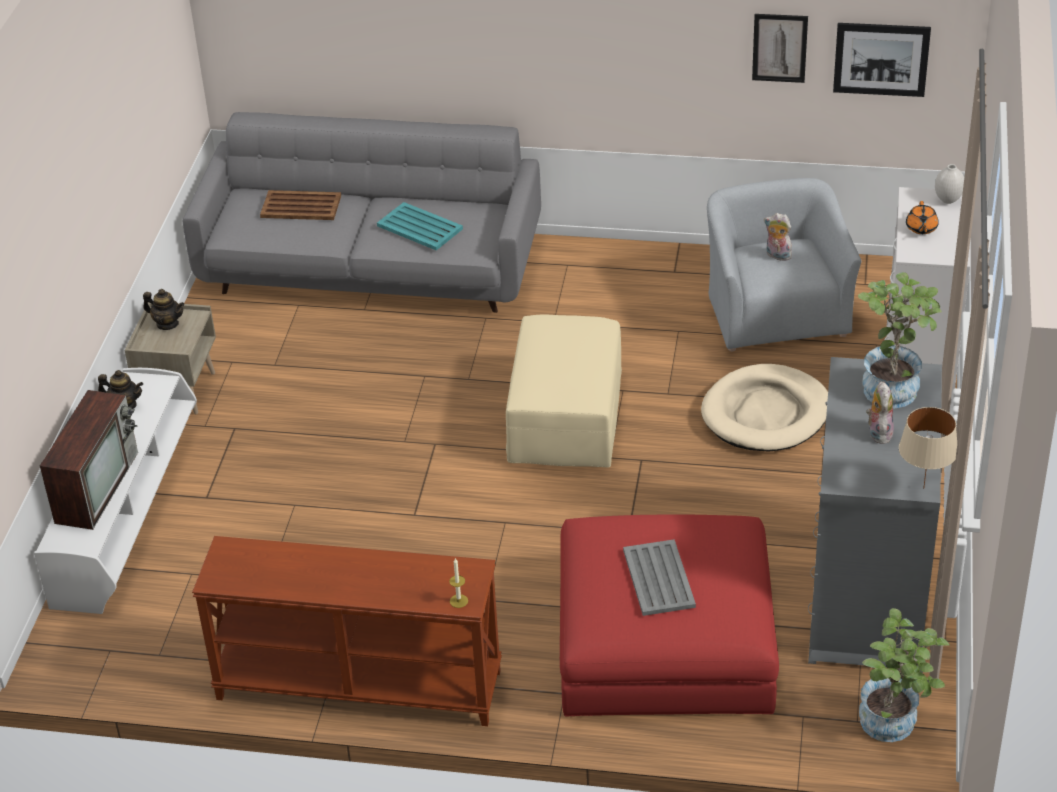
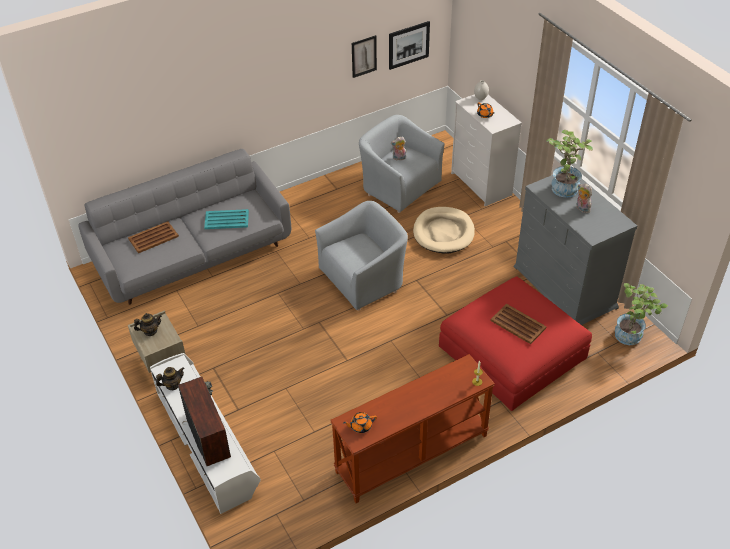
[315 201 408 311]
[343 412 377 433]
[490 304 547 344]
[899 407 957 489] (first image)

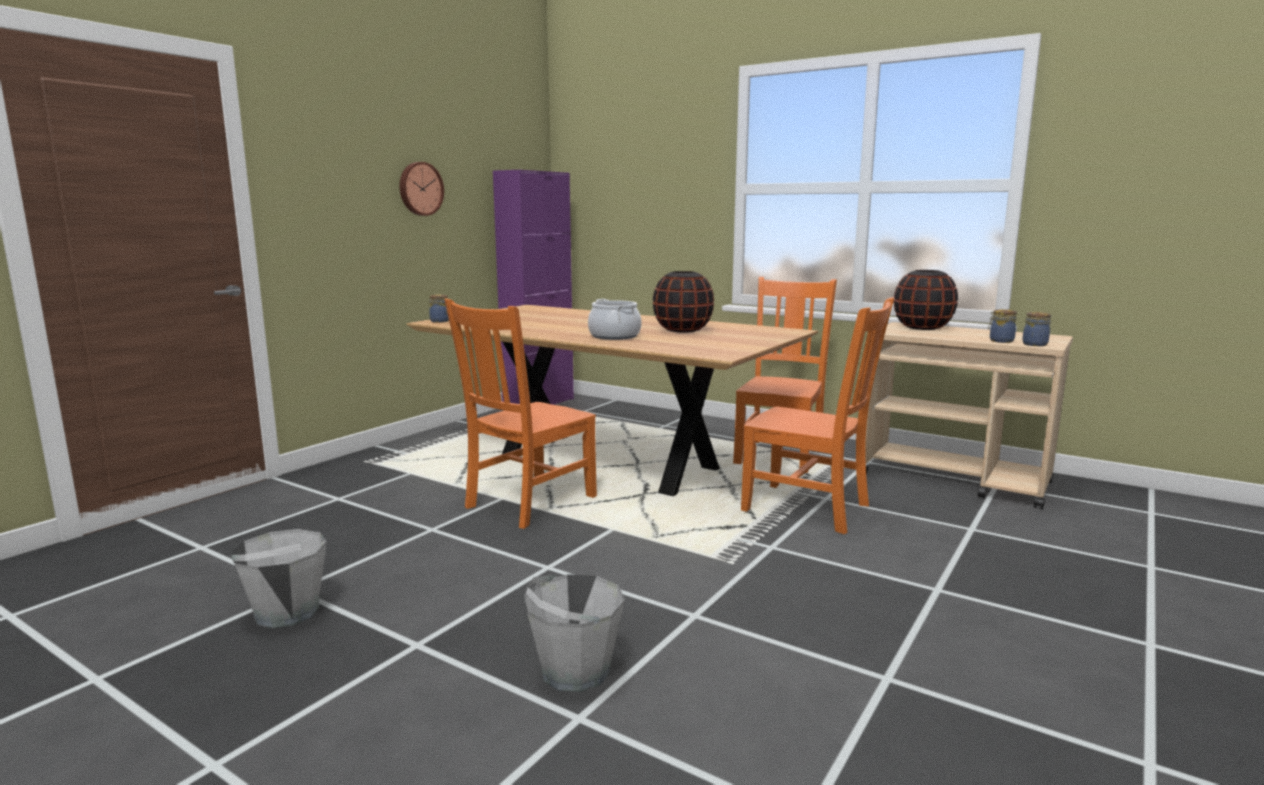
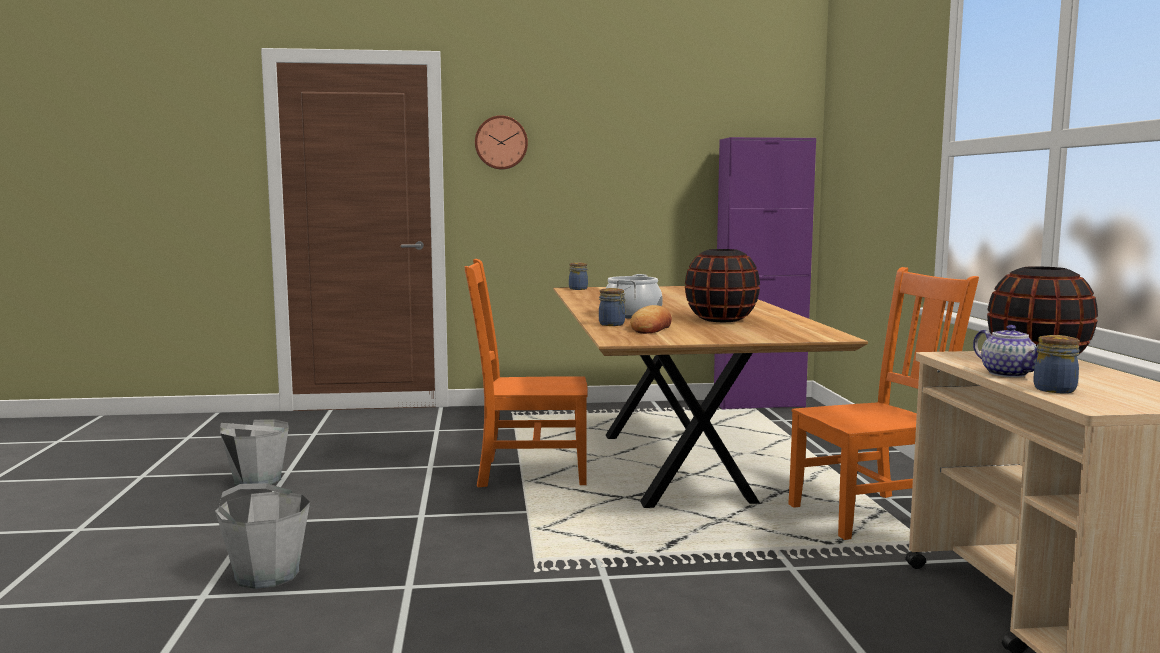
[475 115 528 169]
[599 288 626 326]
[630 305 672 334]
[973 325 1039 377]
[741 297 894 534] (first image)

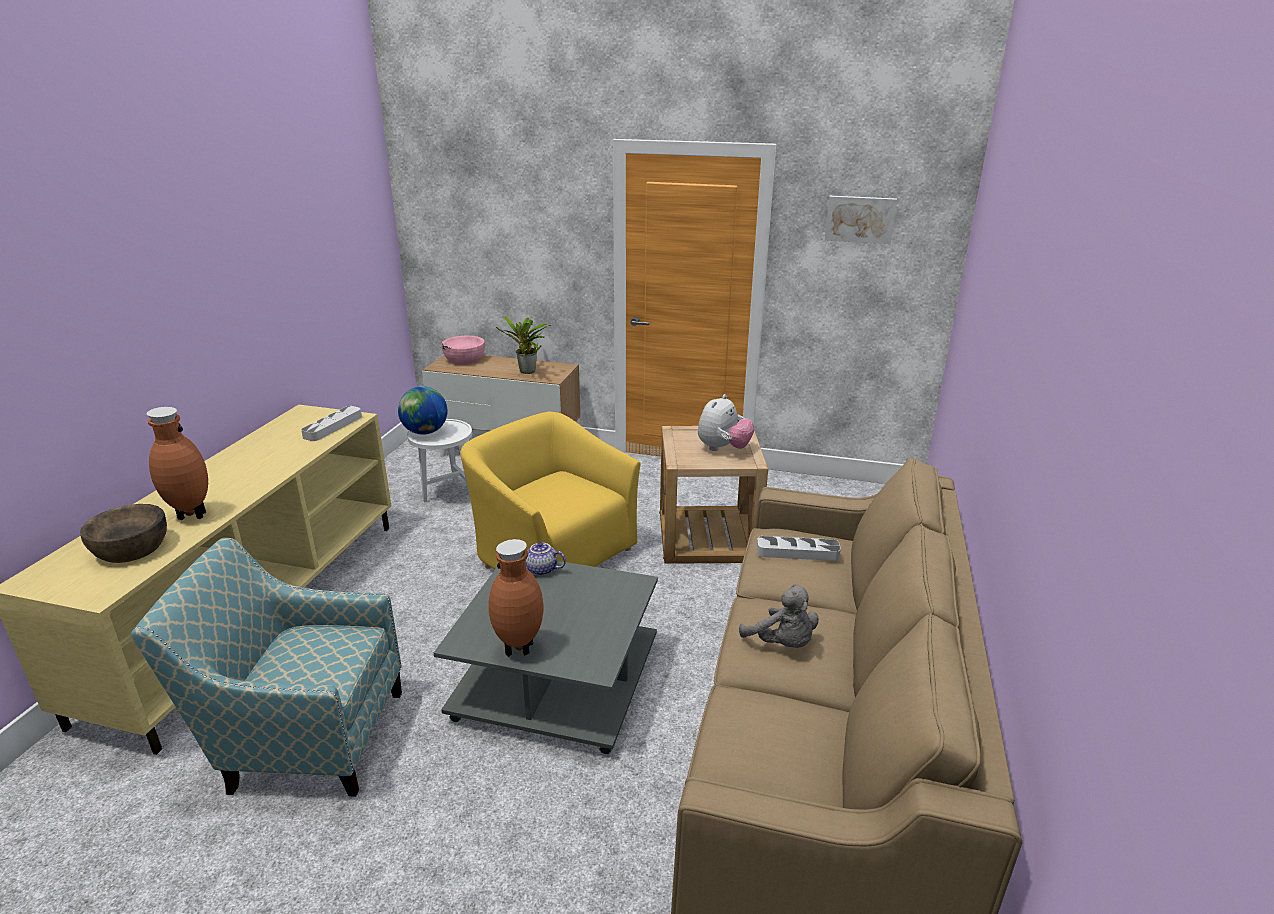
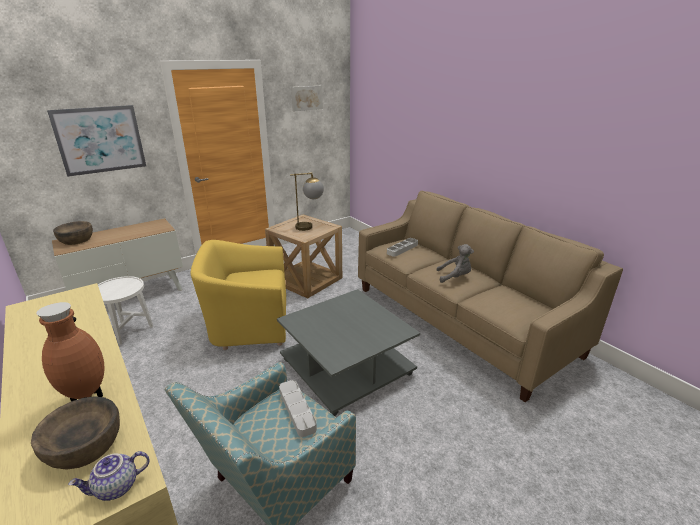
[47 105 146 177]
[53 221 93 245]
[68 451 149 501]
[279 380 317 437]
[290 173 324 231]
[398 386 447 435] (first image)
[489 539 543 657] (first image)
[496 316 551 374] (first image)

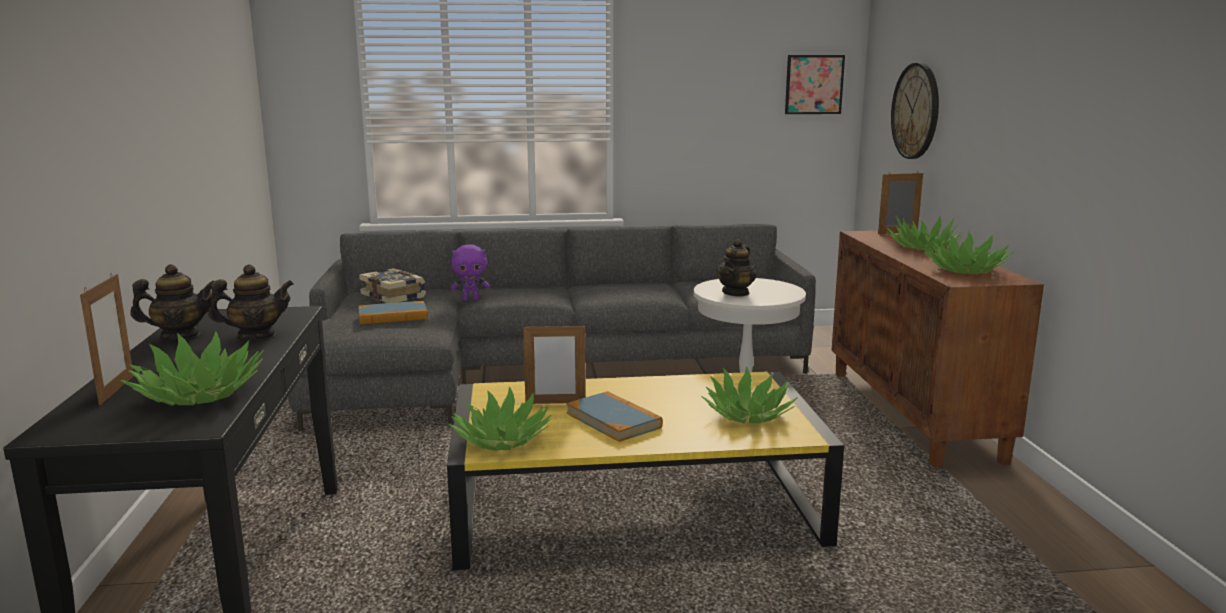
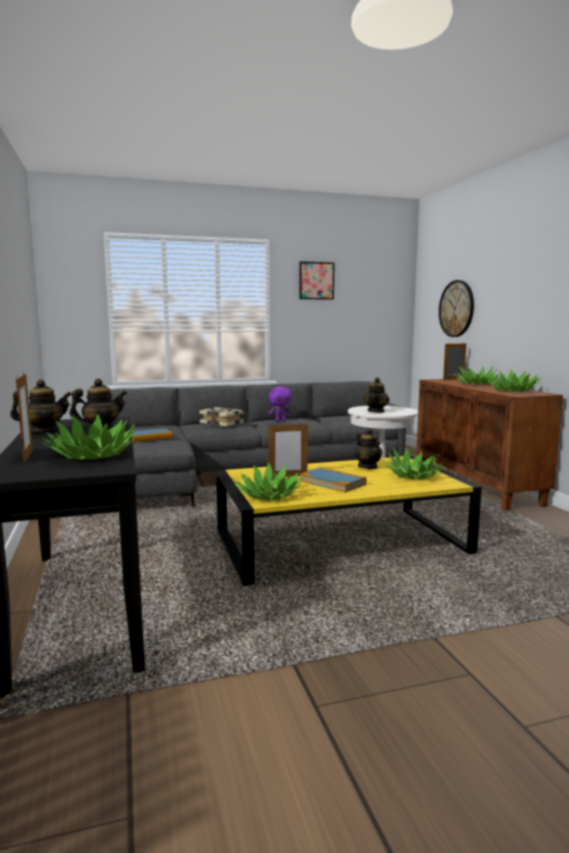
[199 407 244 427]
[269 386 292 421]
[299 261 335 300]
[354 428 382 469]

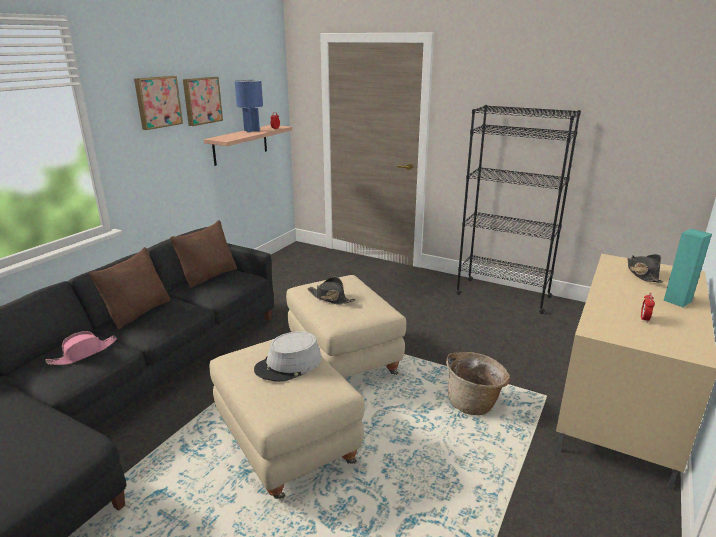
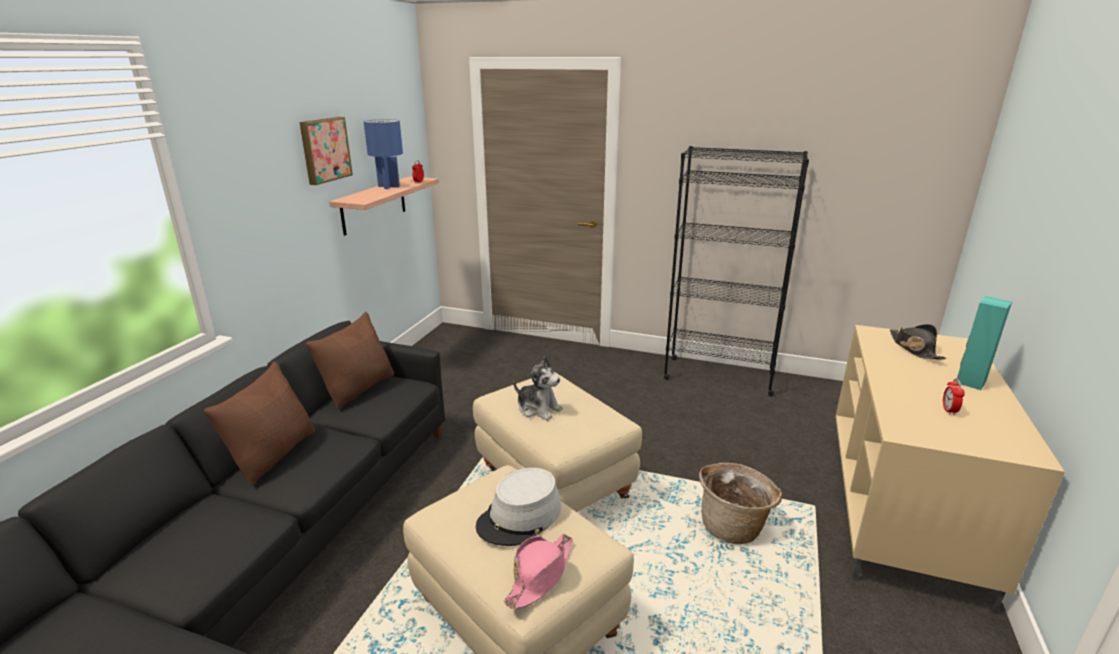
[504 534 573 610]
[513 357 563 421]
[134 76 183 130] (first image)

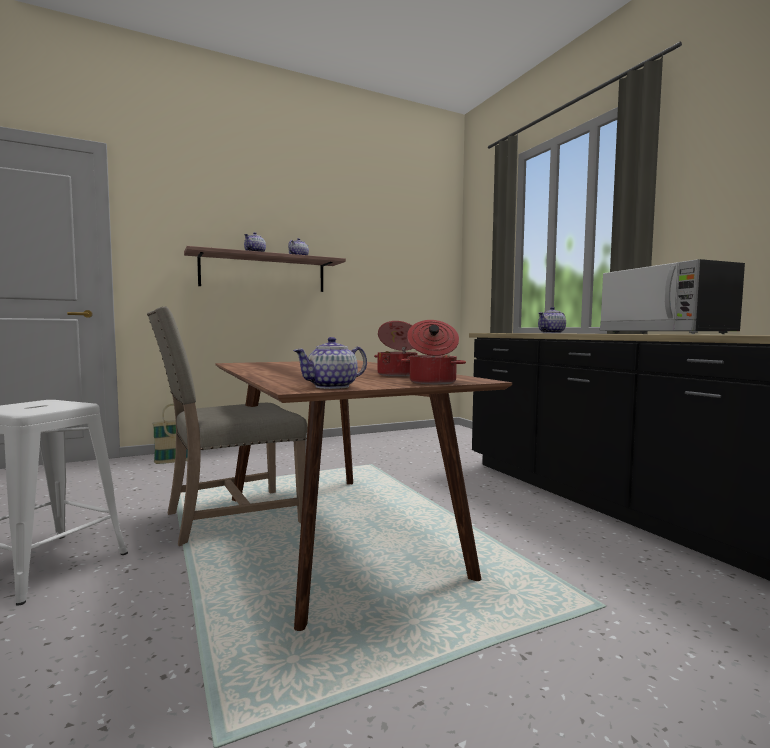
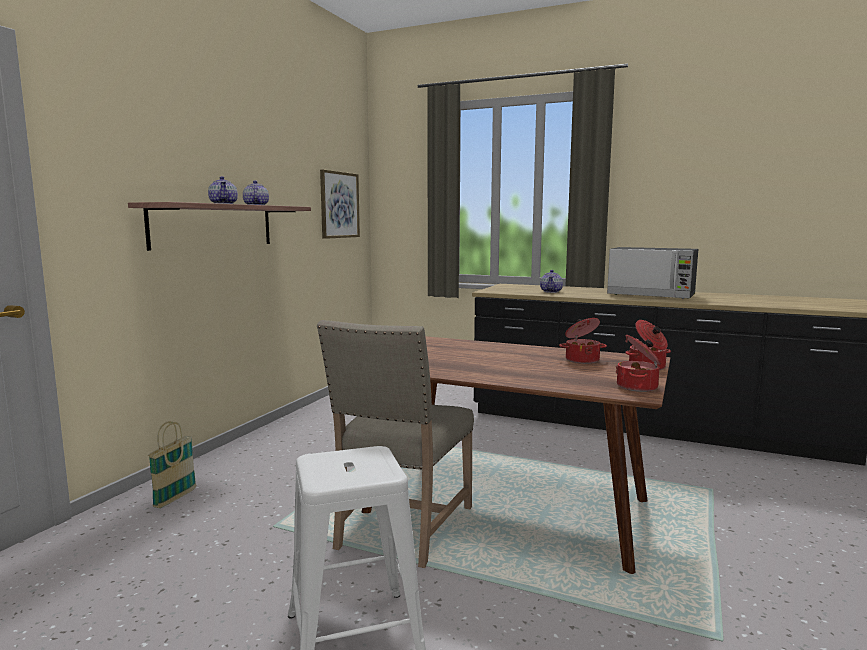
[320 170 360 239]
[616 335 661 392]

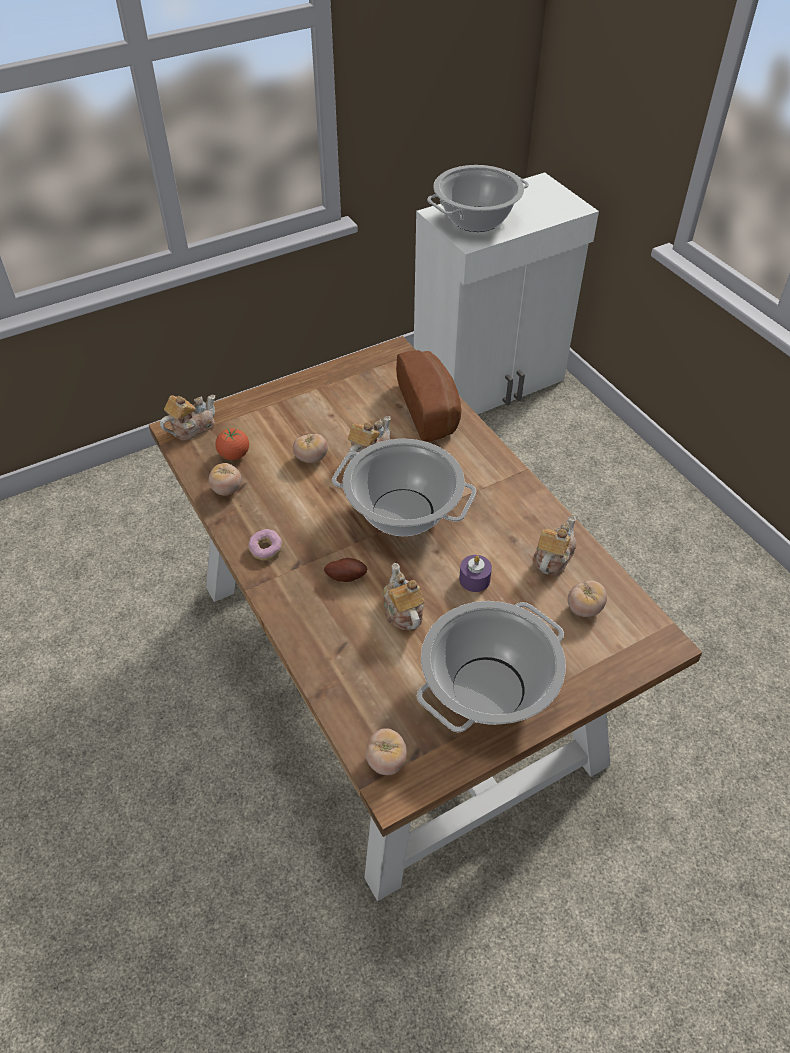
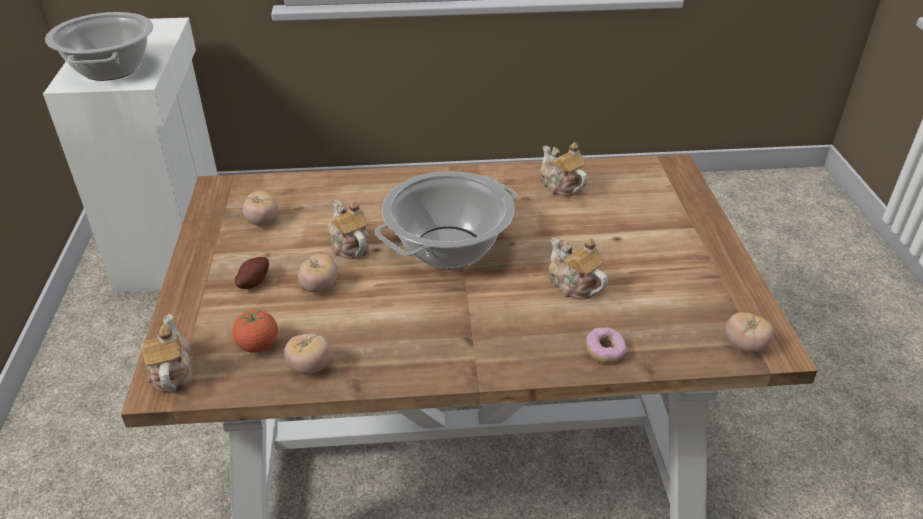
[235 257 269 289]
[242 191 278 226]
[549 238 608 300]
[586 327 627 364]
[396 350 462 442] (first image)
[417 601 566 733] (first image)
[459 555 492 592] (first image)

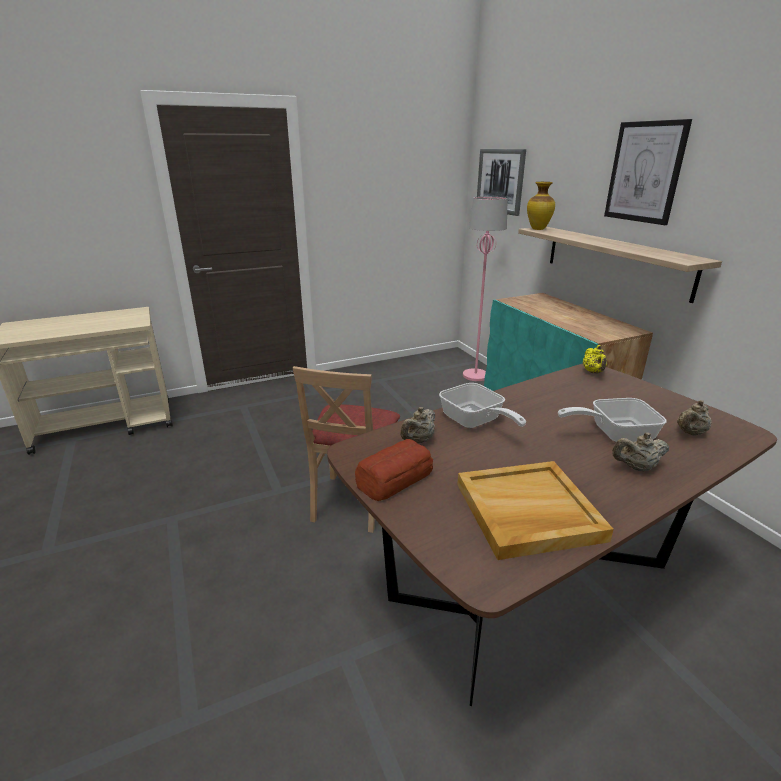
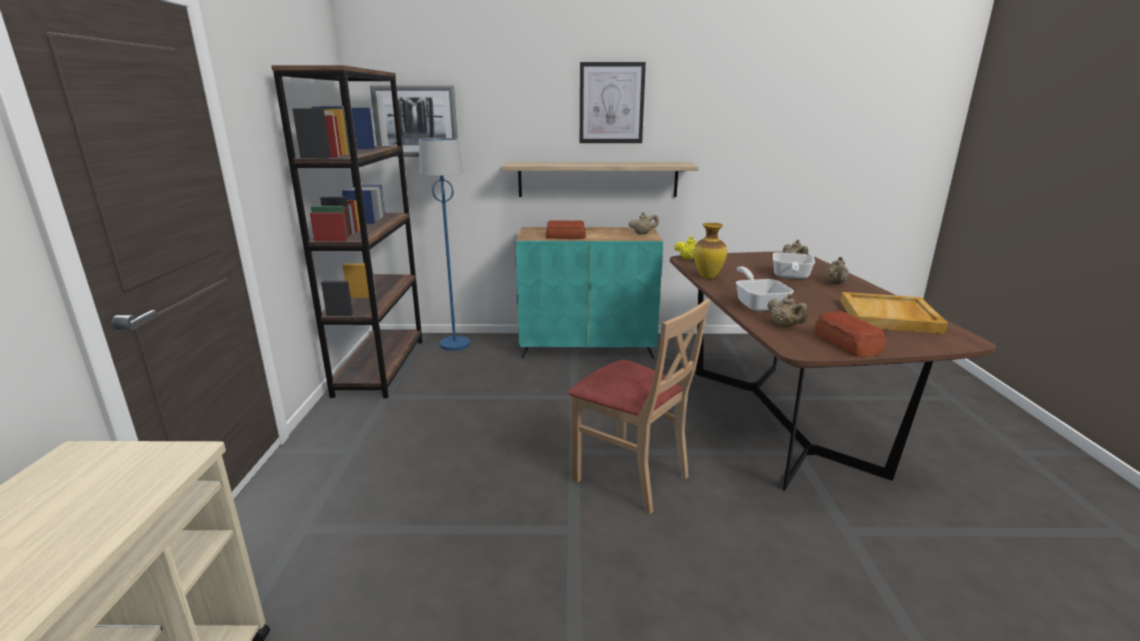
[271 65 423 398]
[419 138 470 351]
[545 220 586 239]
[629 212 659 235]
[694 223 727 279]
[736 267 794 312]

